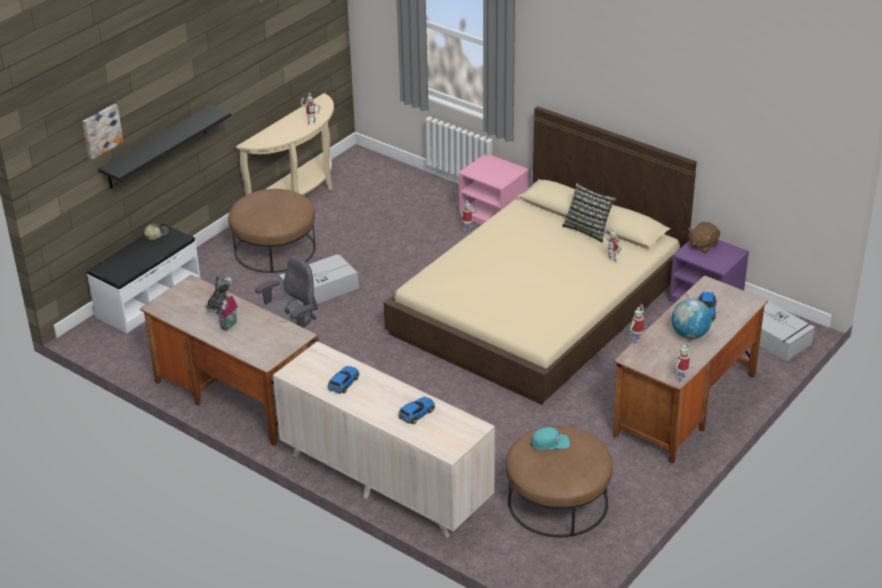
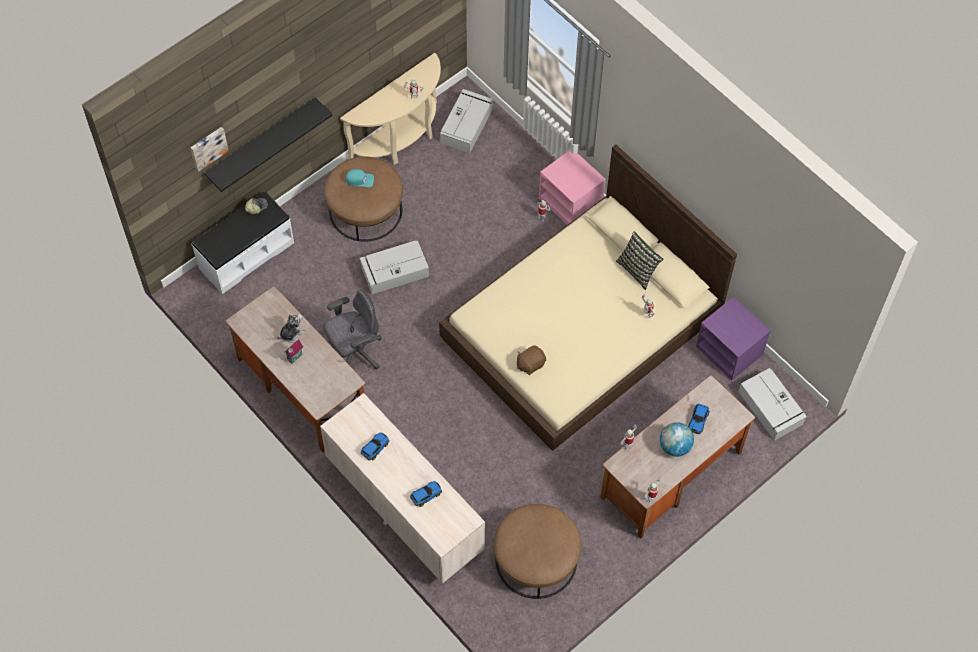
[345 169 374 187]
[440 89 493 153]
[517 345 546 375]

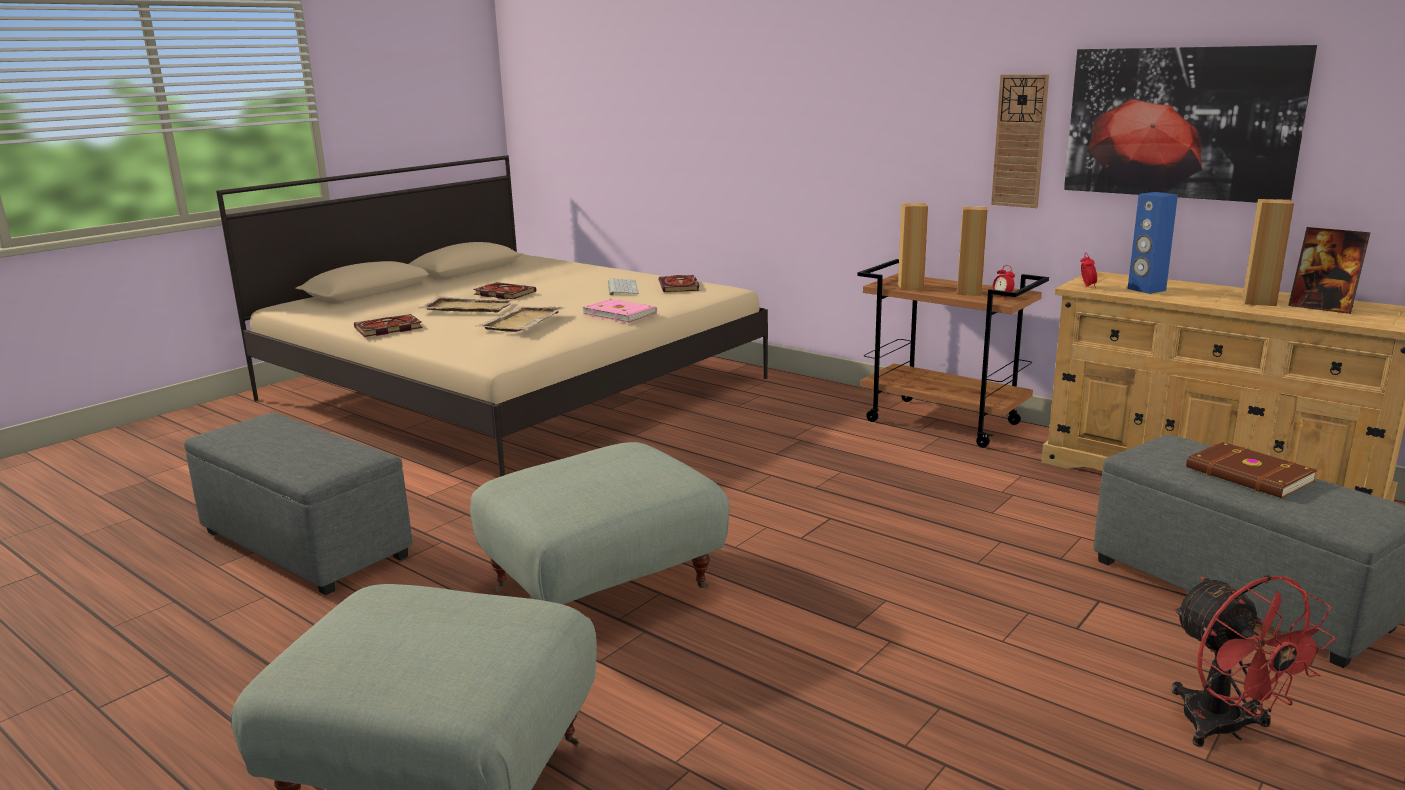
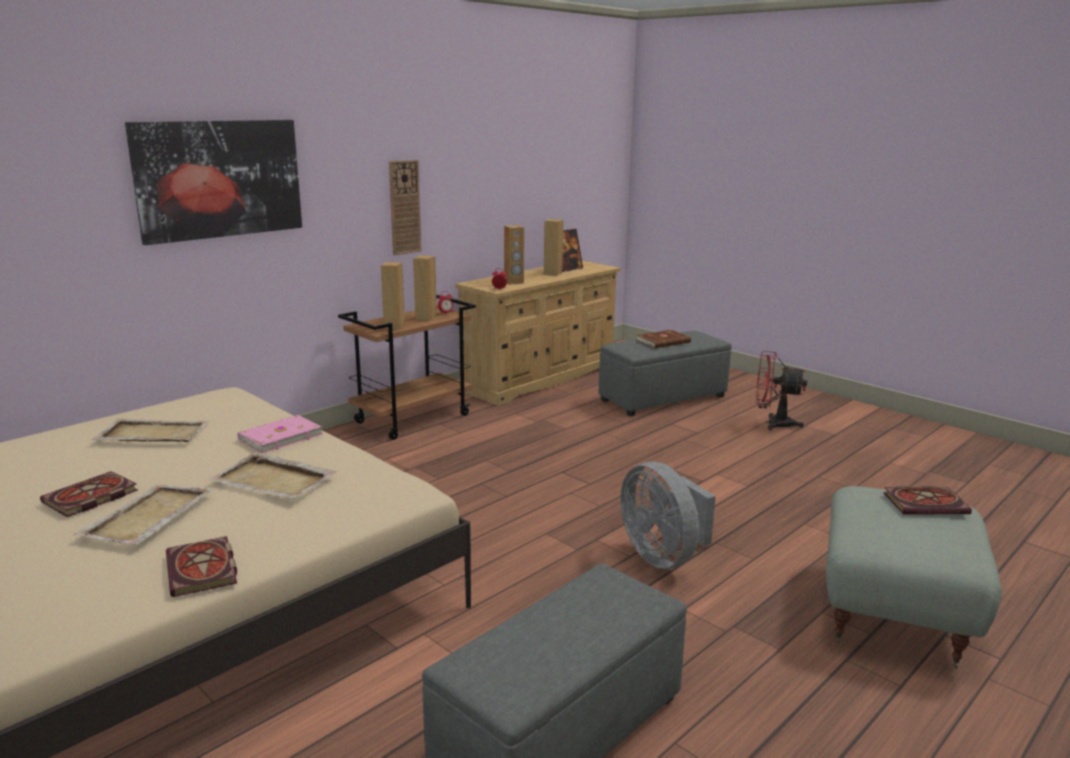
[91 418 210 442]
[125 120 302 245]
[504 225 524 285]
[620 461 716 569]
[756 351 807 430]
[883 486 972 514]

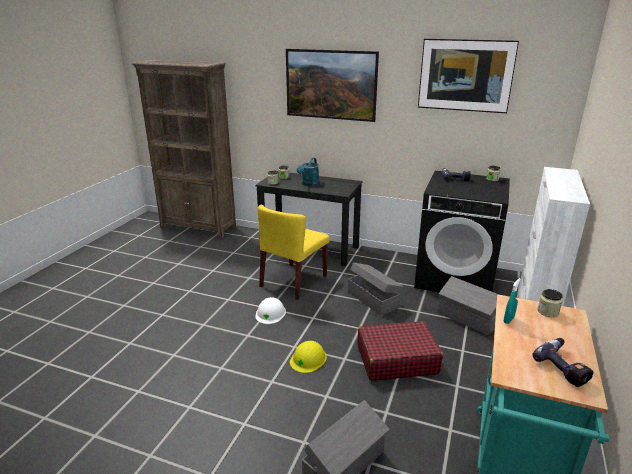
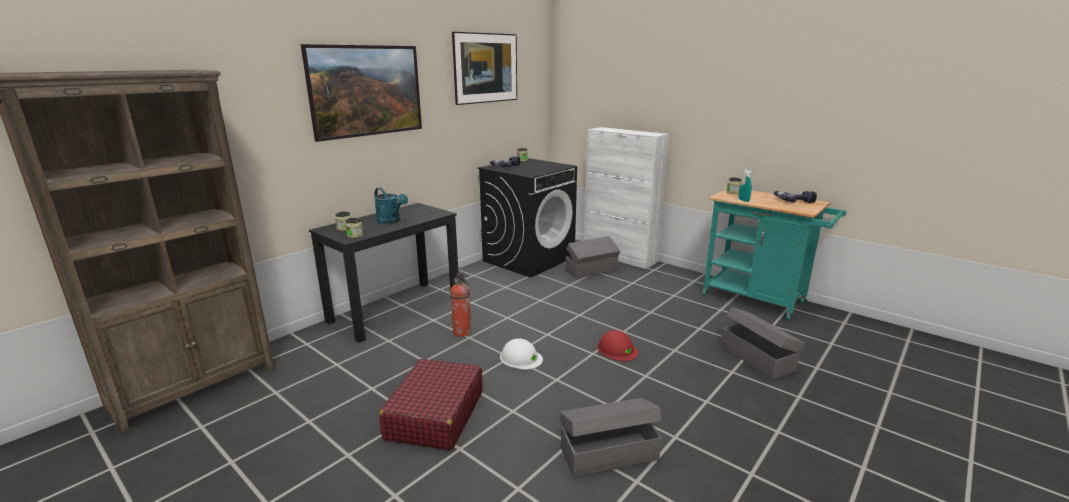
[379 359 483 451]
[451 273 471 337]
[560 398 662 477]
[597 330 638 361]

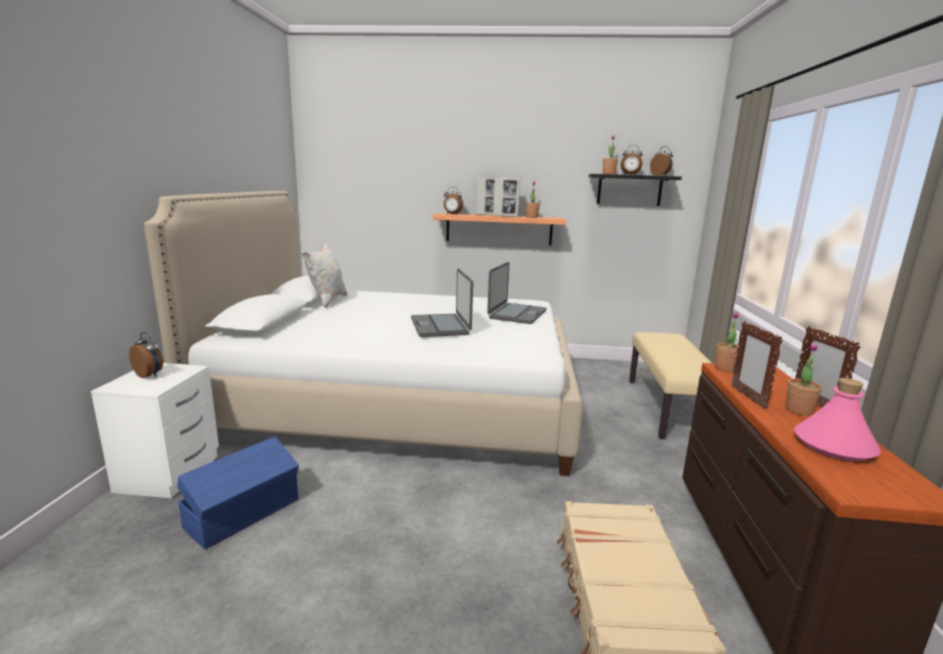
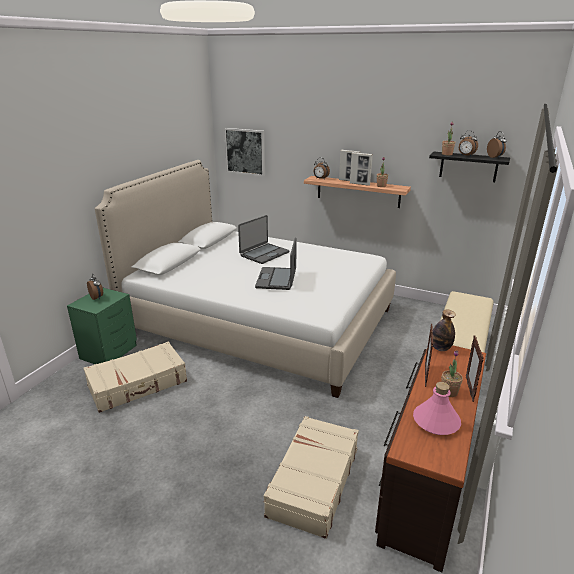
[67 288 137 364]
[83 341 187 413]
[224 128 265 176]
[238 215 289 264]
[432 309 456 351]
[302 242 347 308] (first image)

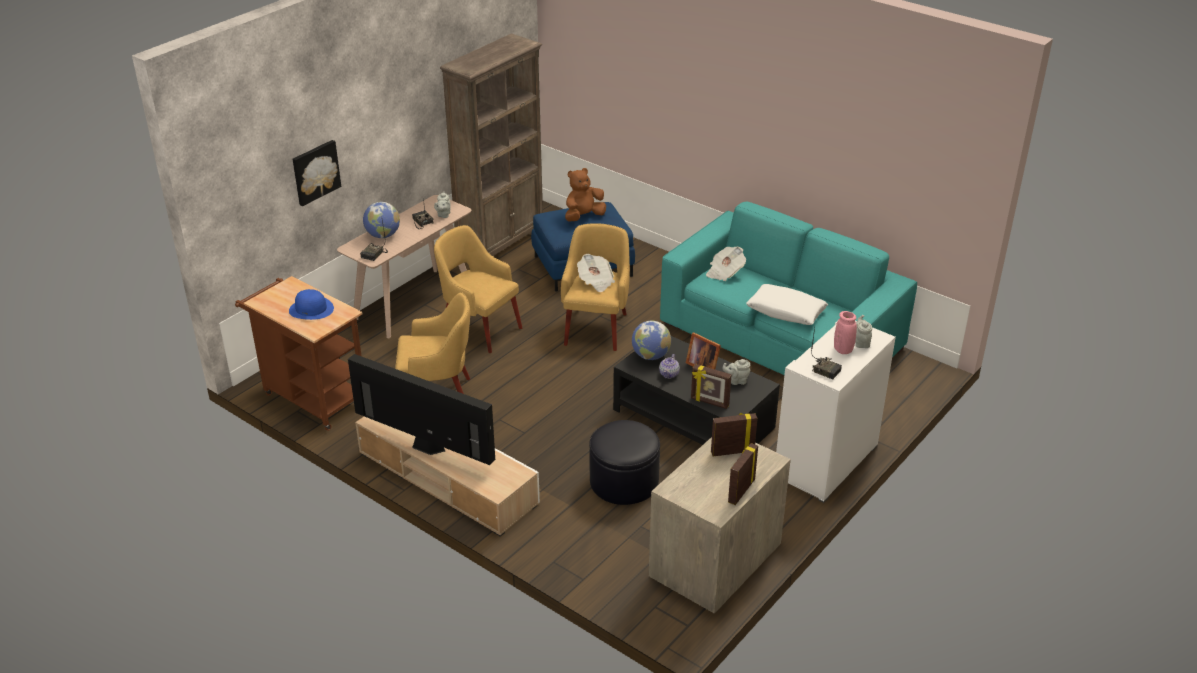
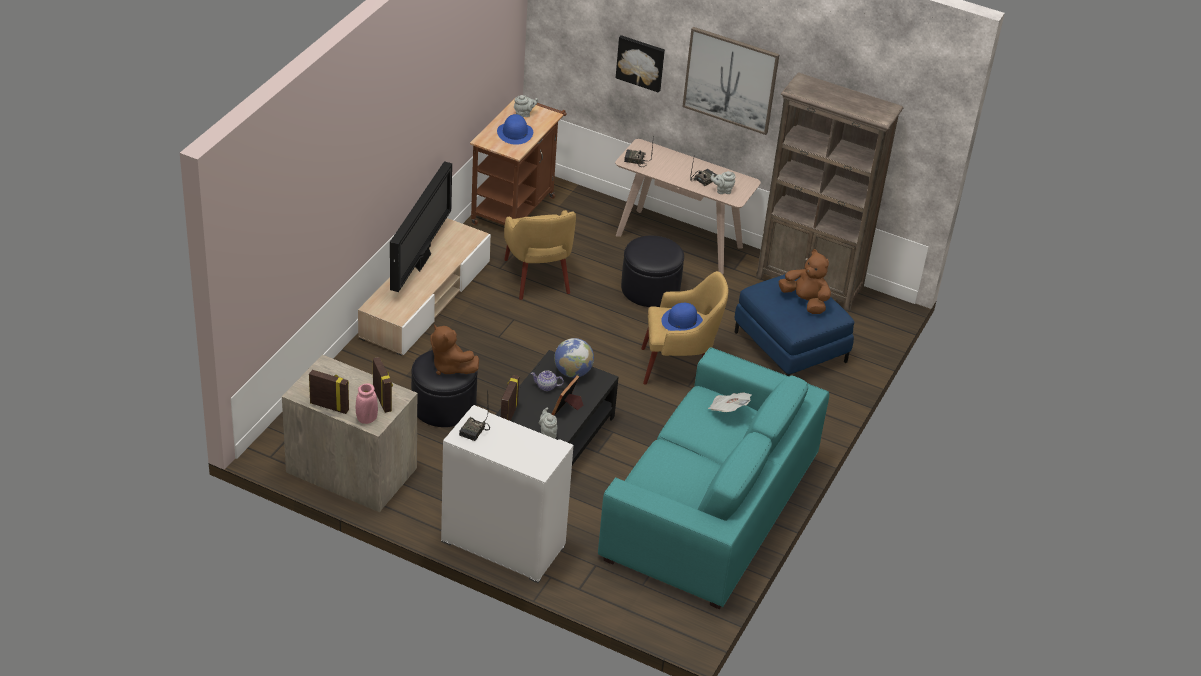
[356 383 378 424]
[430 324 479 375]
[514 95 538 117]
[621 236 684 307]
[661 303 703 331]
[682 27 780 135]
[363 202 400 238] (first image)
[746 284 828 325] (first image)

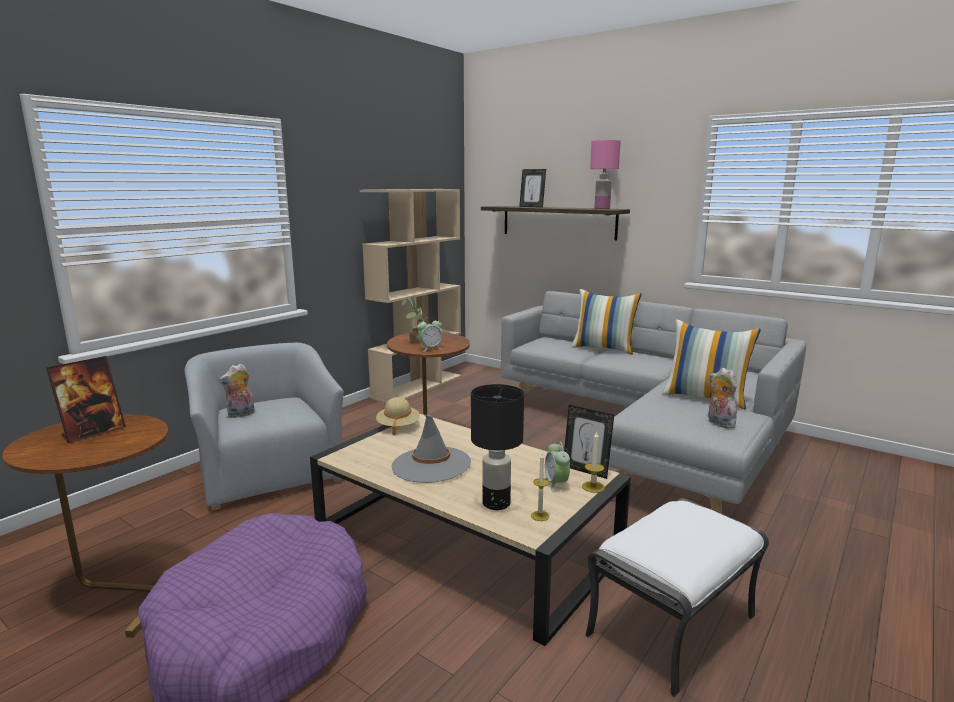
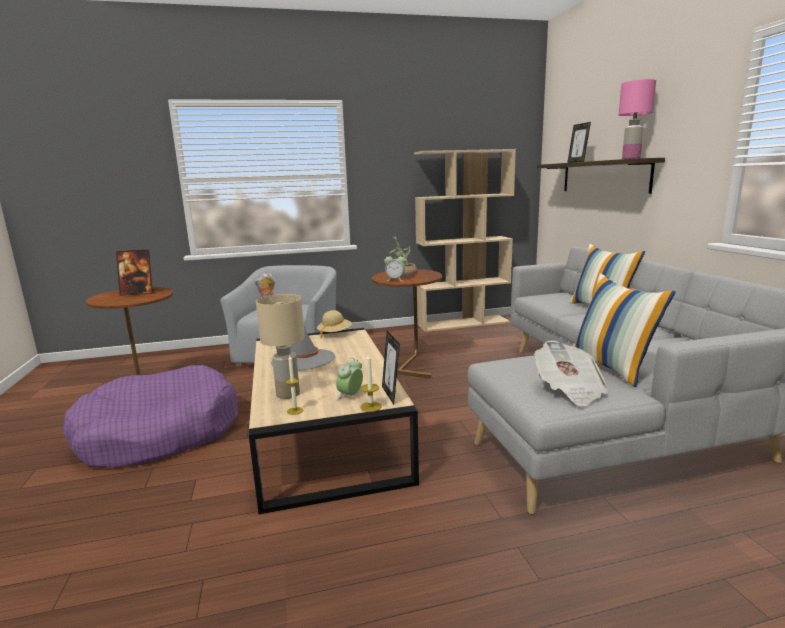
[256 294 305 399]
[534 340 609 407]
[585 498 769 698] (first image)

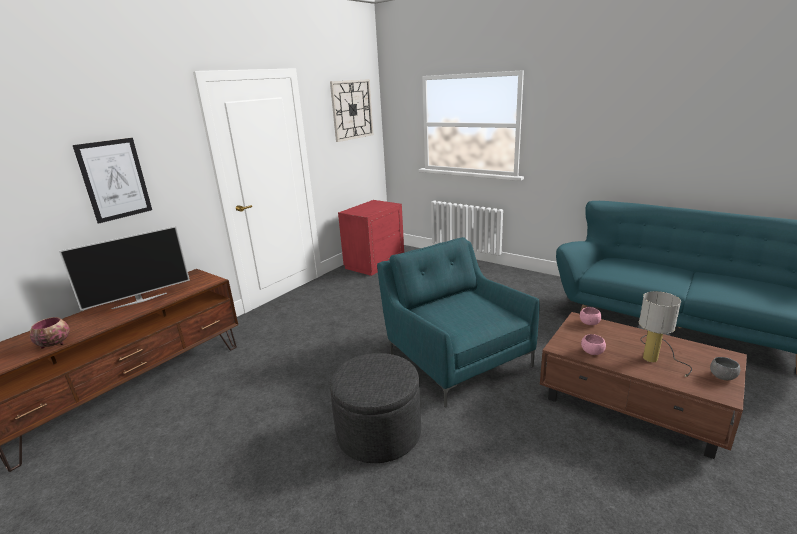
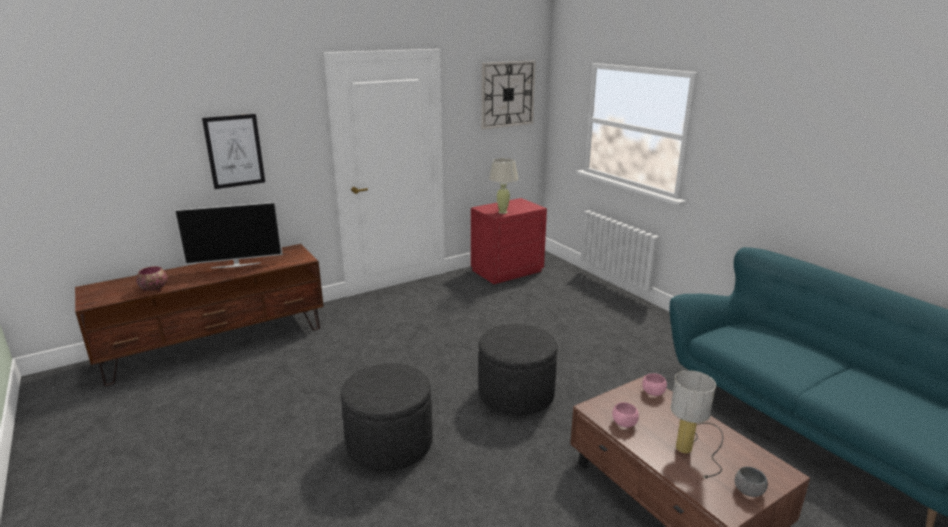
[478 324 558 415]
[489 158 518 214]

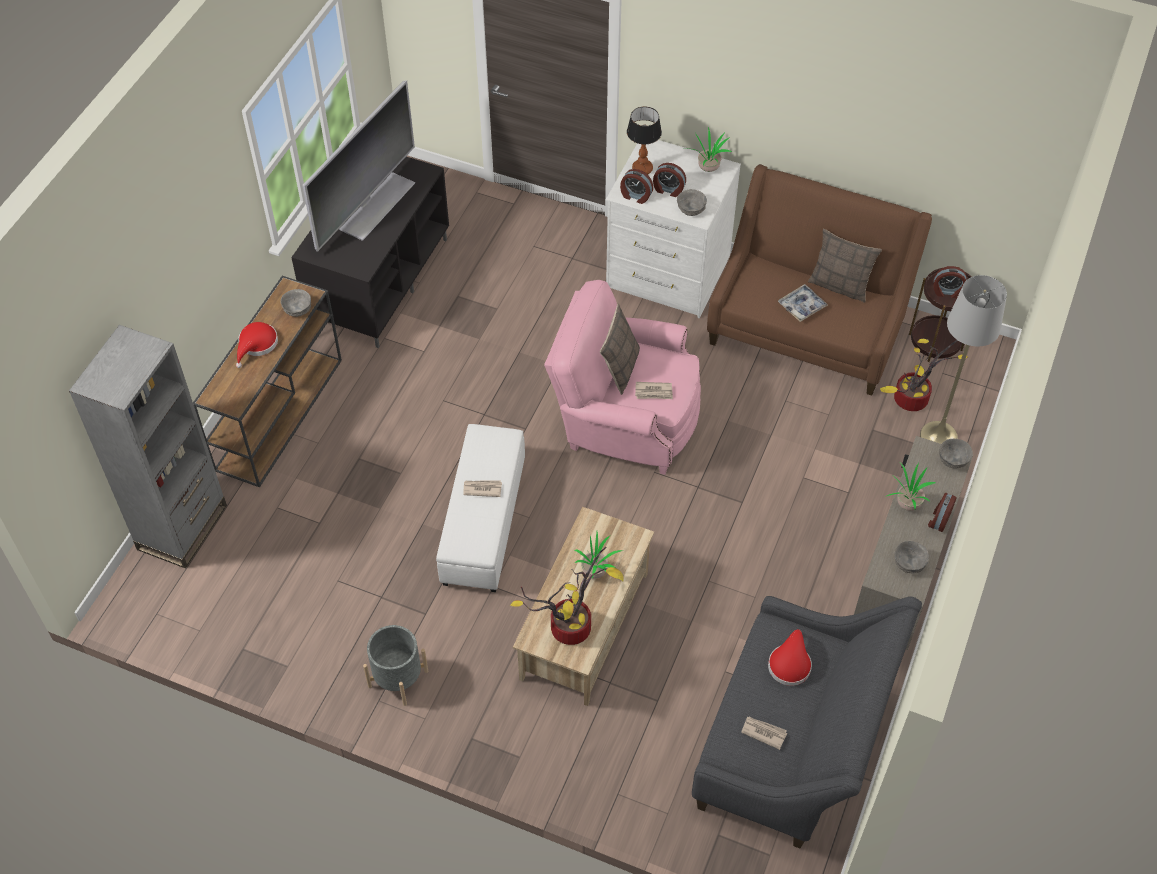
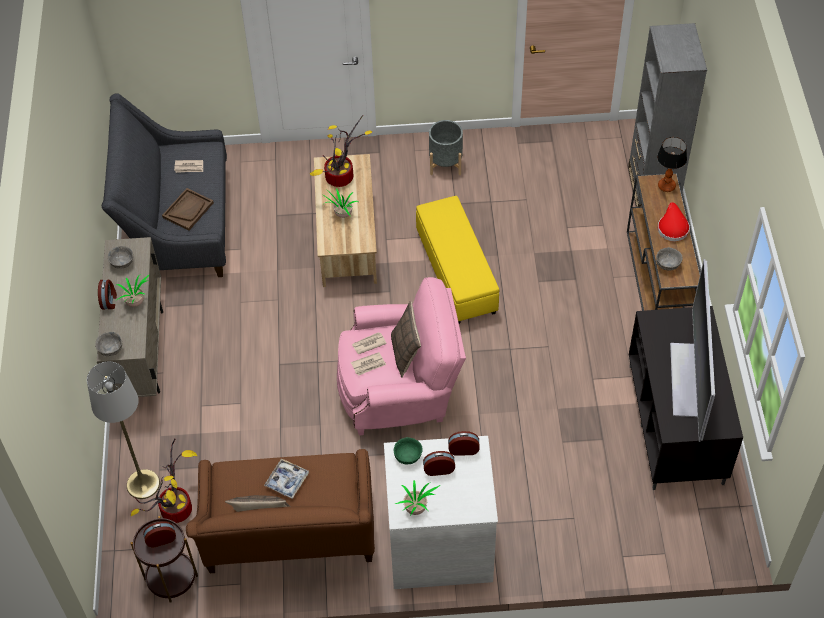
[162 188 214 231]
[351 352 386 376]
[393 437 423 464]
[416 196 499 324]
[657 137 687 192]

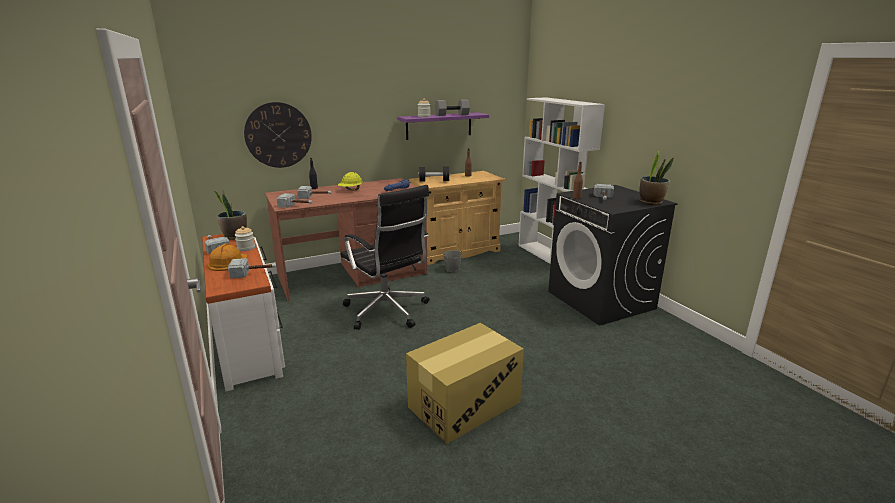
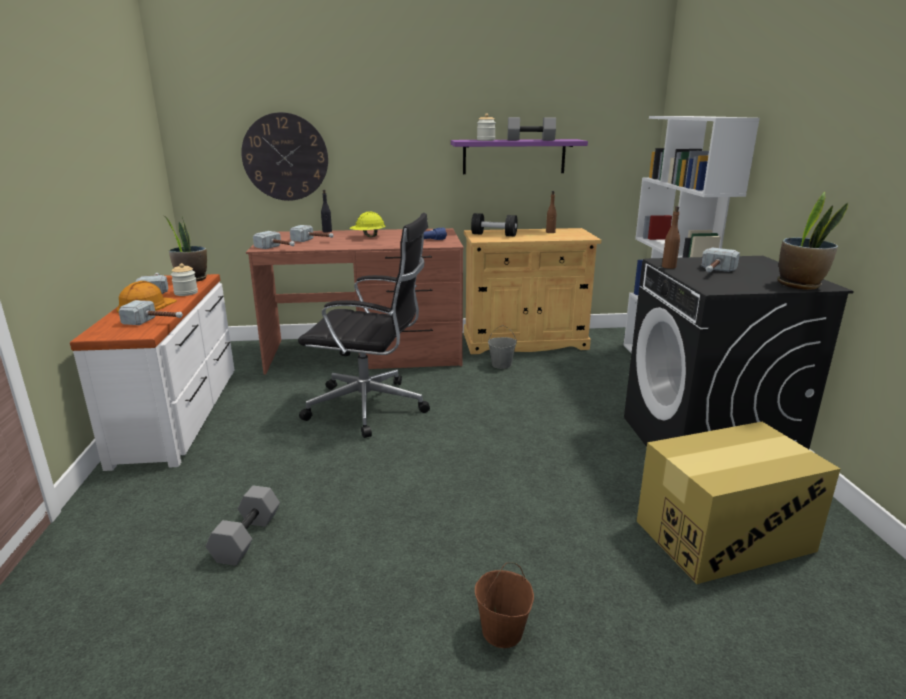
[206 486 280 566]
[298 213 430 438]
[475 562 534 648]
[637 422 840 584]

